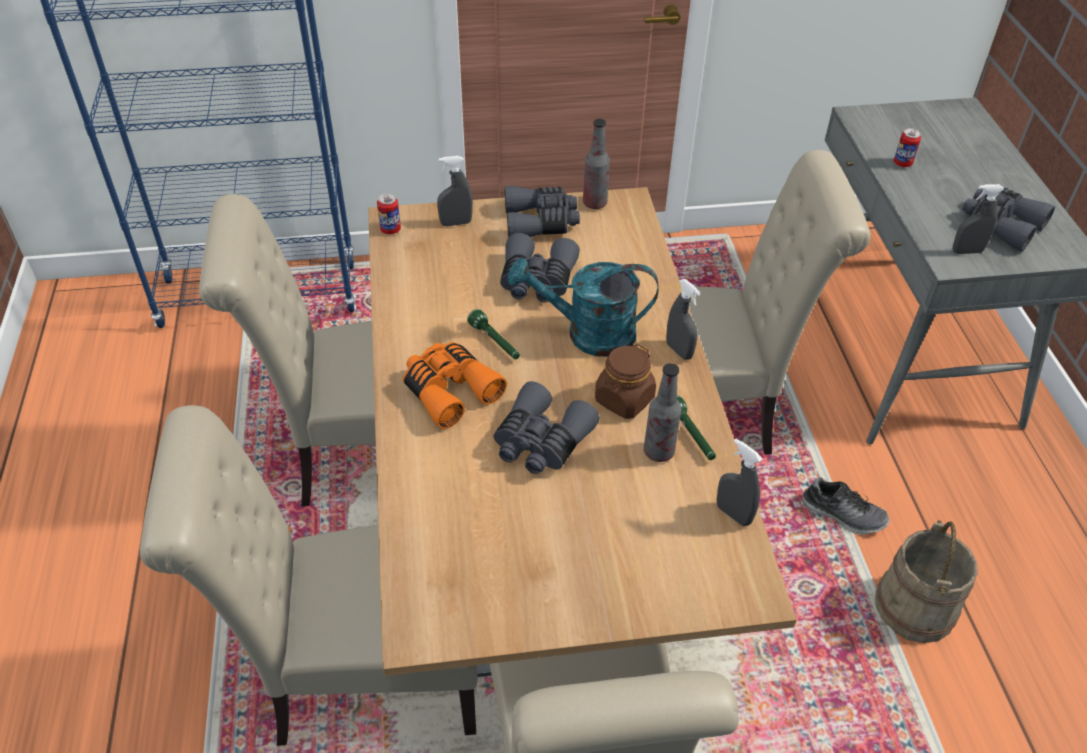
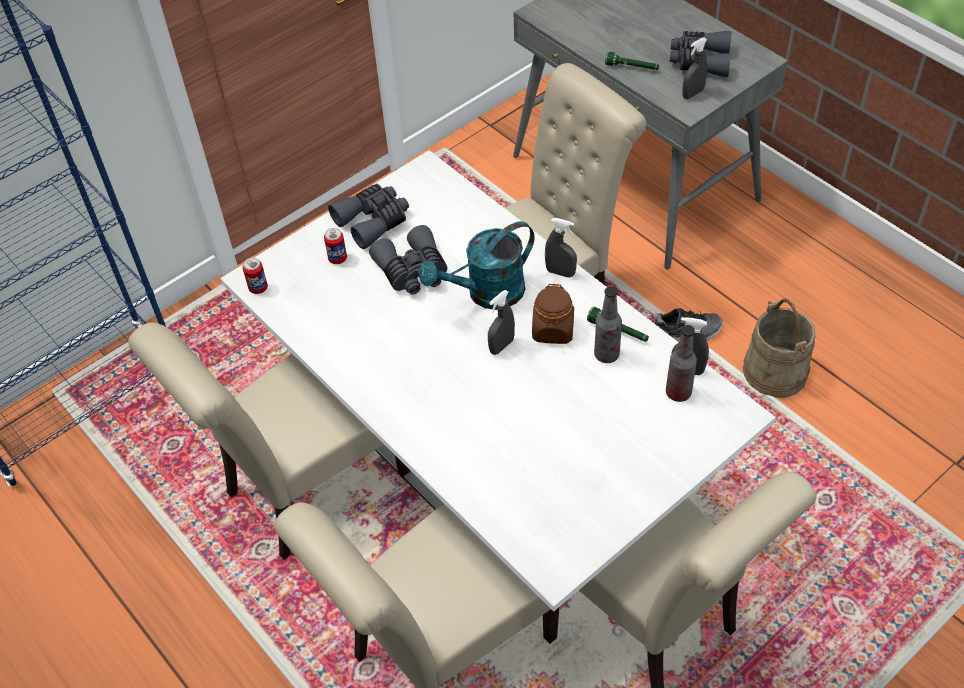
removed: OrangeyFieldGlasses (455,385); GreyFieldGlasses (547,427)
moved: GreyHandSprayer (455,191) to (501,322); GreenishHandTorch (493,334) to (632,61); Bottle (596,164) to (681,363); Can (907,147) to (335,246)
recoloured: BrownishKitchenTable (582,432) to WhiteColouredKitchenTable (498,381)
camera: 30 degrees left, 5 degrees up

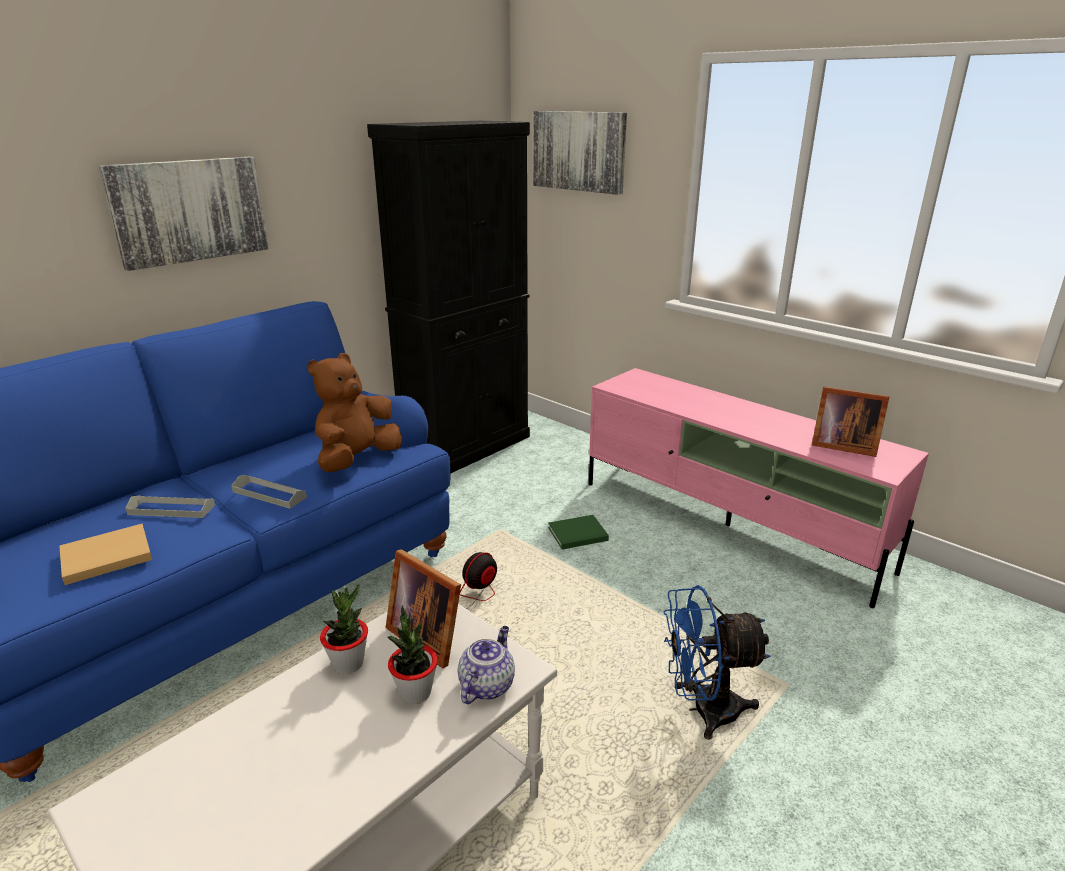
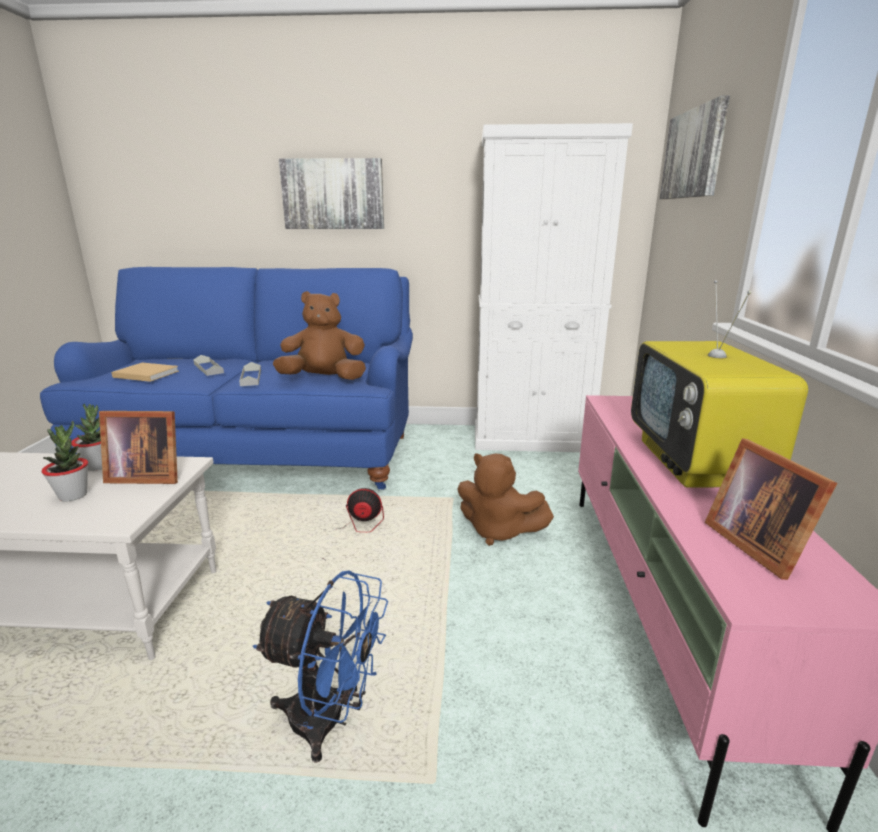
removed: TeaPot (486,665)
added: Tv (719,384)
replaced: GreenishVolume (578,532) to BrownishSoftToy (505,499)
recoloured: BlackishStorageCabinet (448,297) to WhiteColouredStorageCabinet (554,287)
turned: PhotoFrame (423,608) = (138,447) 90 degrees counterclockwise; BlueFan (717,662) = (320,667) 150 degrees clockwise
camera: 50 degrees right, 5 degrees down

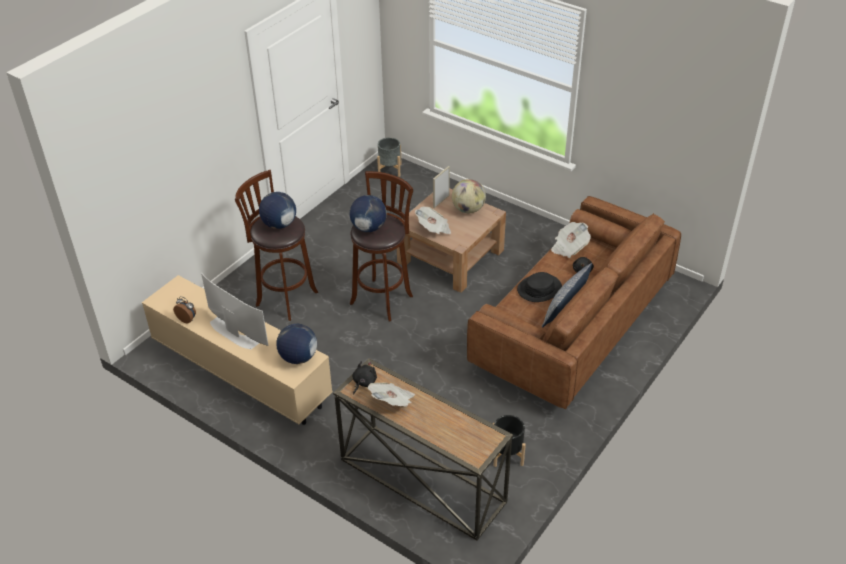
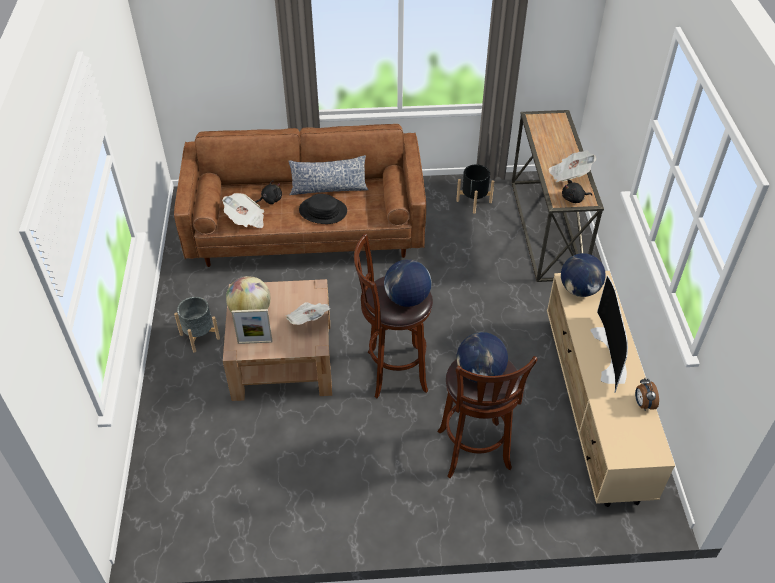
moved: GreyPlanter (389,157) to (197,325)
camera: 130 degrees left, 5 degrees up

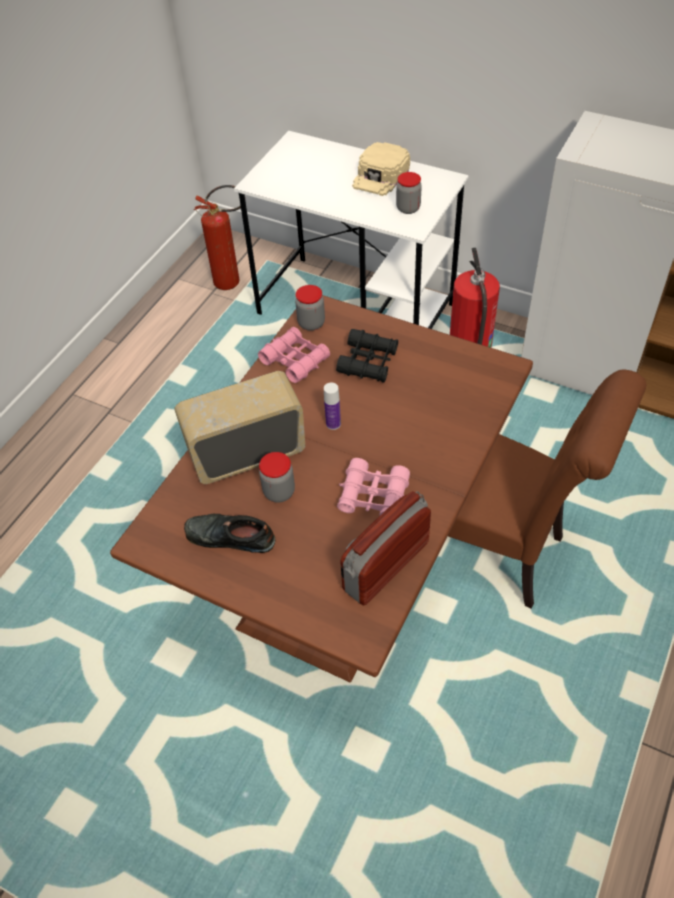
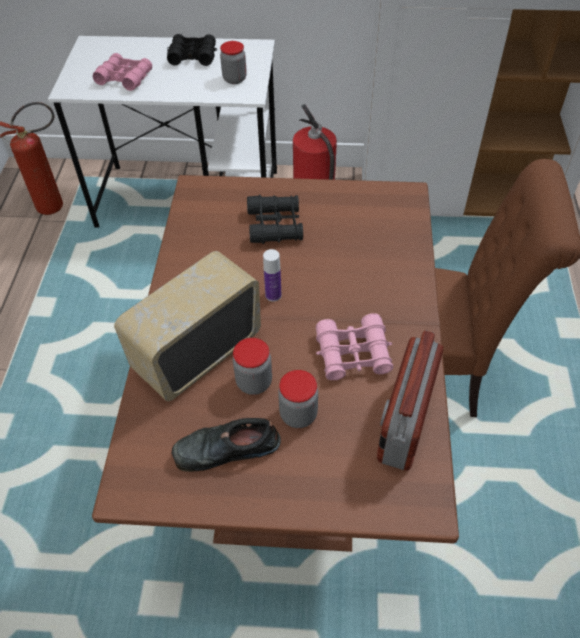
moved: PinkColouredFieldGlasses (294,355) to (122,72); Jar (310,308) to (298,399)
replaced: SandColouredBaseballCap (381,169) to BlackishFieldGlasses (192,50)
camera: 25 degrees left, 0 degrees up

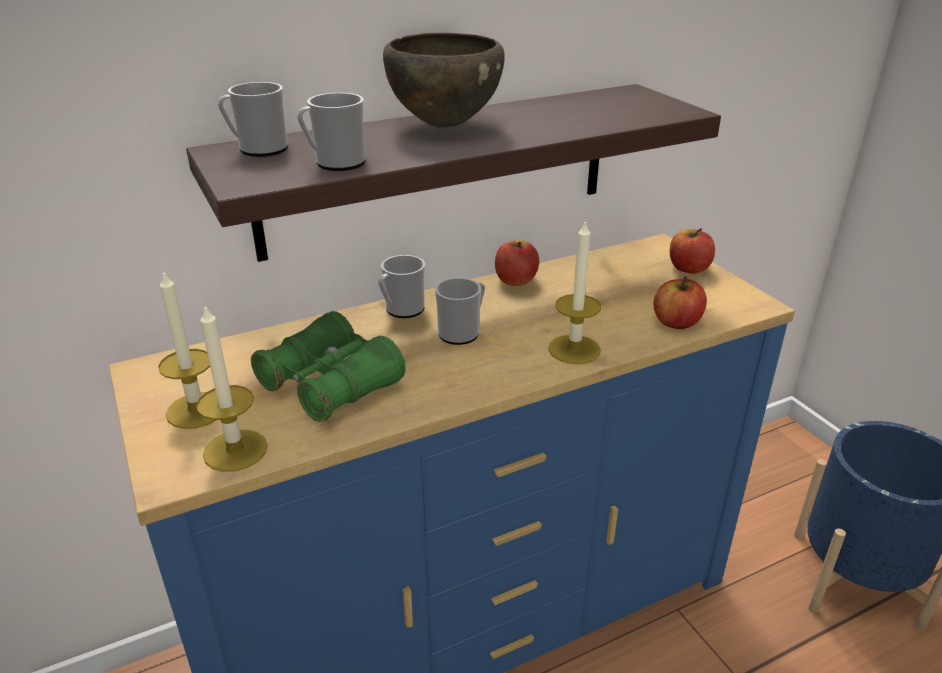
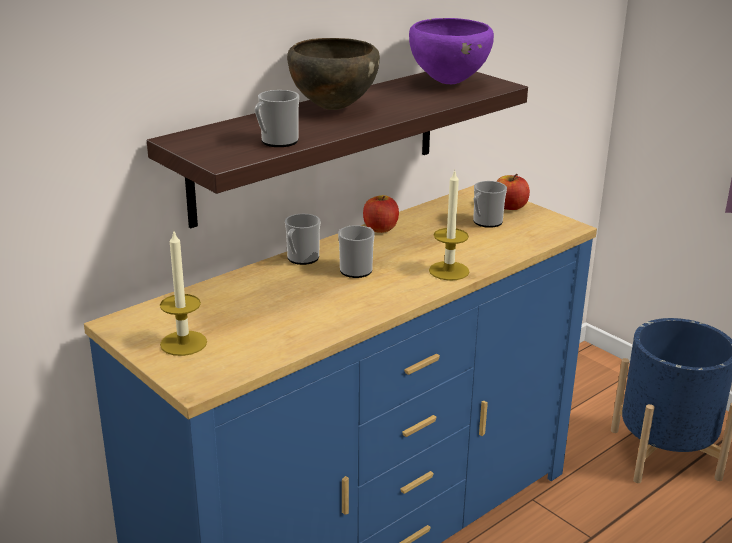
removed: WaxLight (232,389); GreenishFieldGlasses (328,366); AppleFruit (680,302)
added: PurpleColouredBowl (451,51)
moved: TeaMug (253,119) to (490,204)
camera: 15 degrees left, 5 degrees down

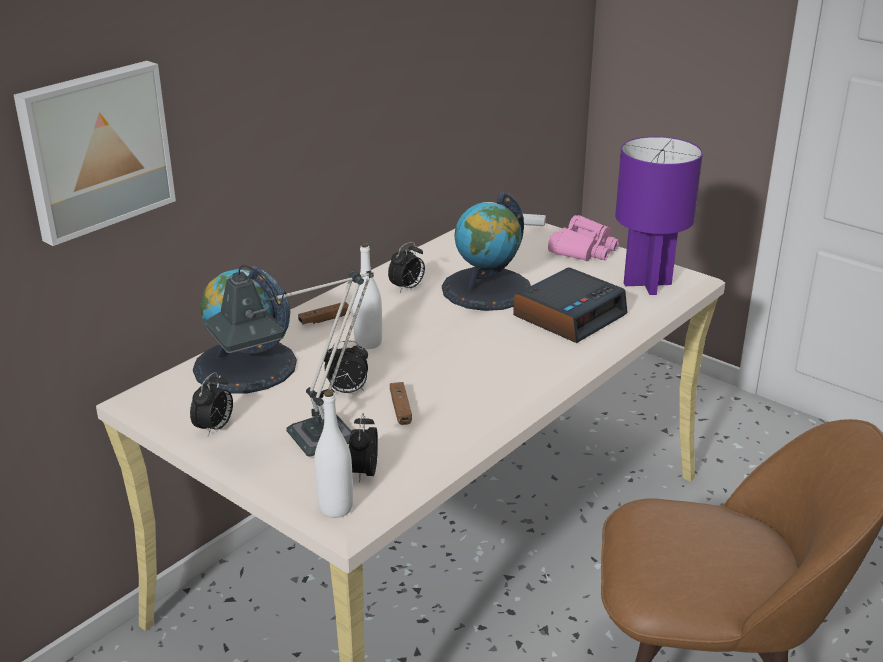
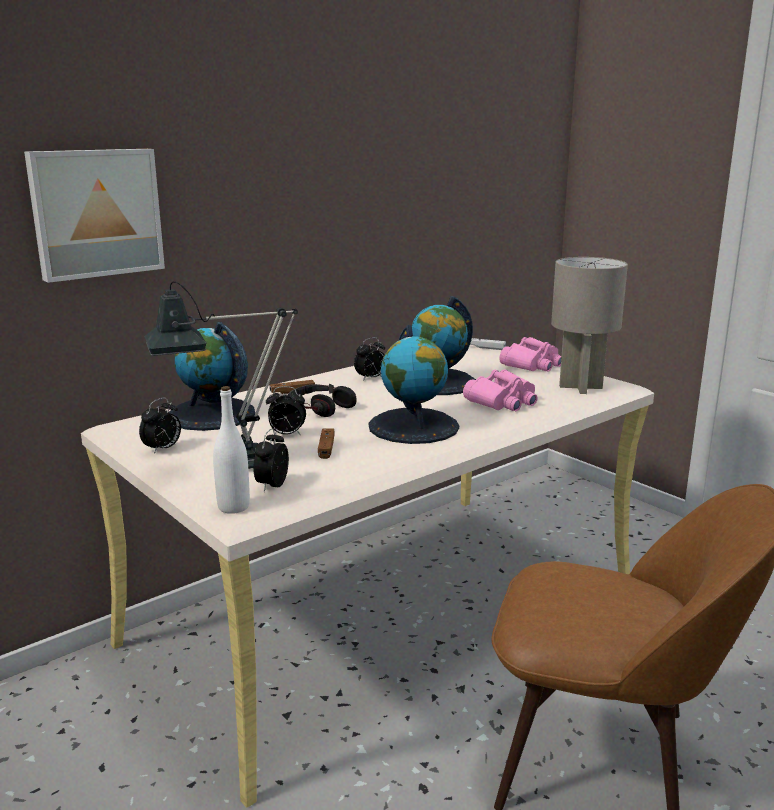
added: Globe (414,384)
replaced: WhiteColouredBottle (367,295) to PairOfHeadphones (322,400); AlarmClock (570,305) to PinkColouredFieldGlasses (500,390)
recoloured: PurpleColouredTableLamp (659,215) to GreyTableLamp (589,325)
camera: 10 degrees right, 10 degrees down

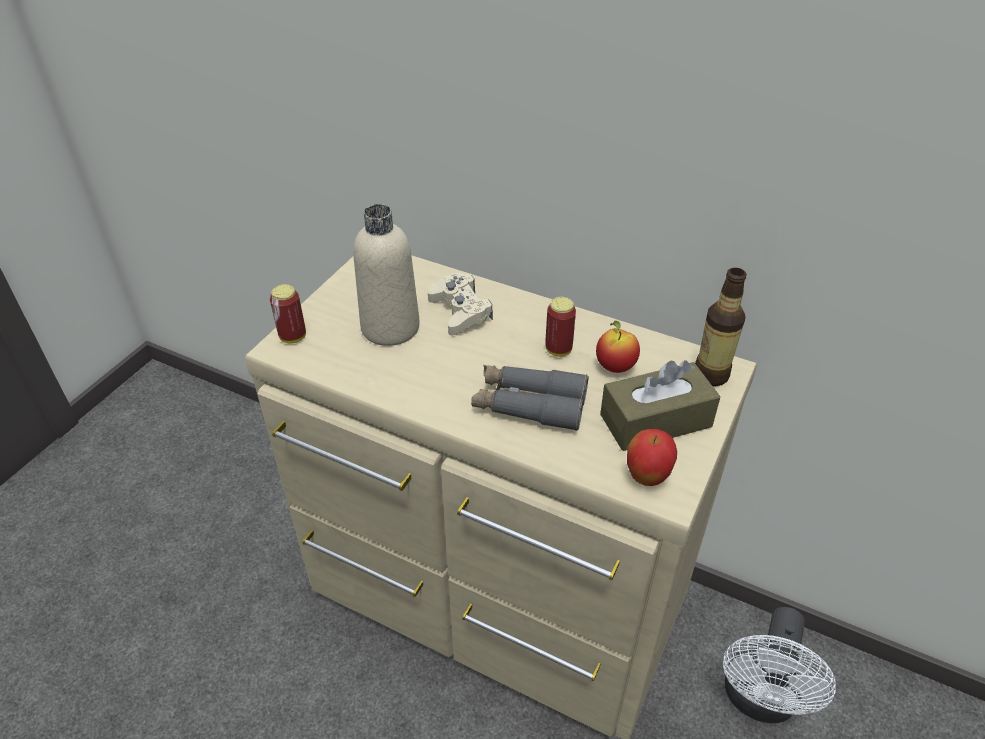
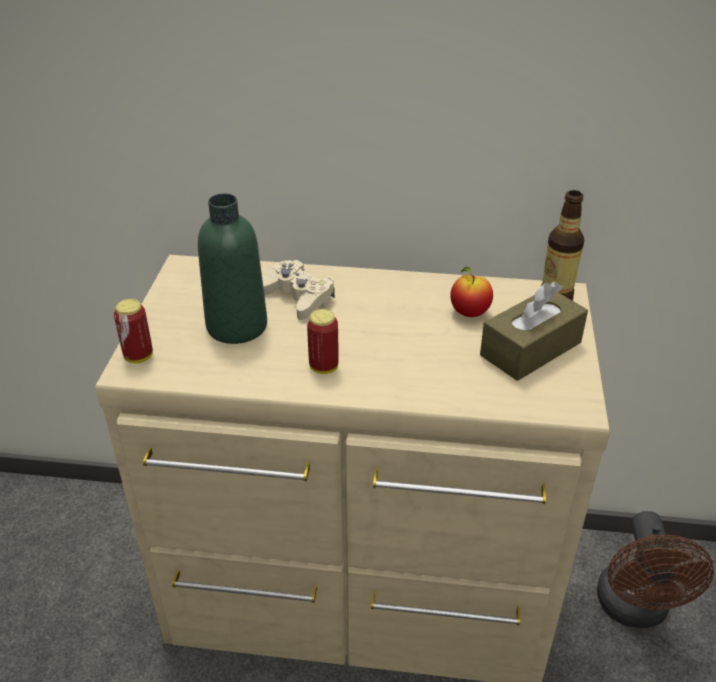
removed: GreyFieldGlasses (529,398); AppleFruit (652,457)
moved: Can (560,327) to (323,341)
recoloured: SandColouredBottle (386,275) to GreenishBottle (232,268); WhiteColouredFan (779,665) to BrownishFan (655,569)
camera: 20 degrees left, 5 degrees down

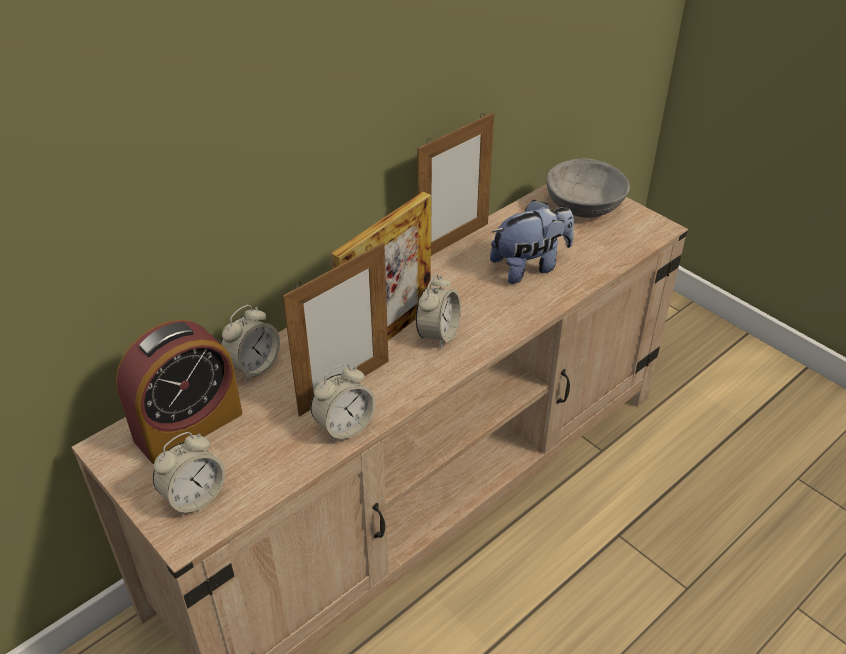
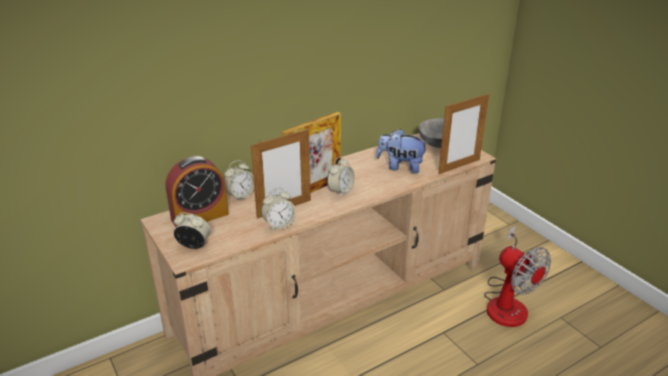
added: Fan (517,276)
moved: PhotoFrame (456,184) to (463,133)
turned: AlarmClock (189,474) = (192,230) 135 degrees counterclockwise; SoftToy (532,242) = (402,151) 150 degrees counterclockwise
camera: 10 degrees right, 10 degrees down

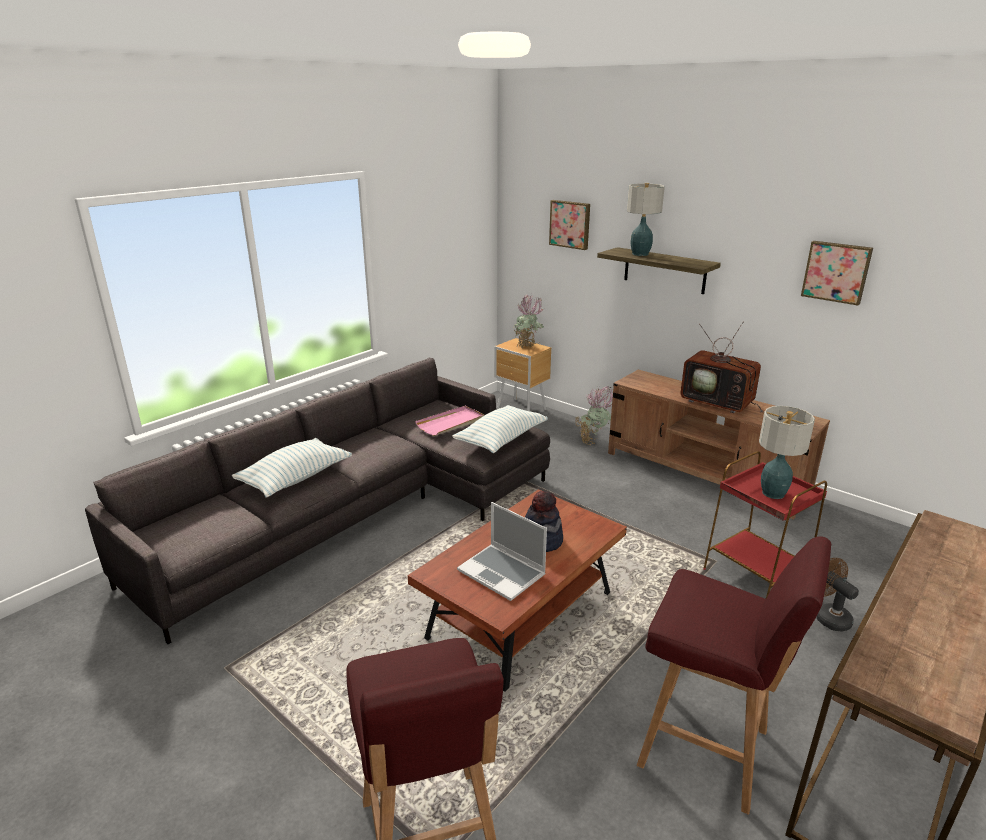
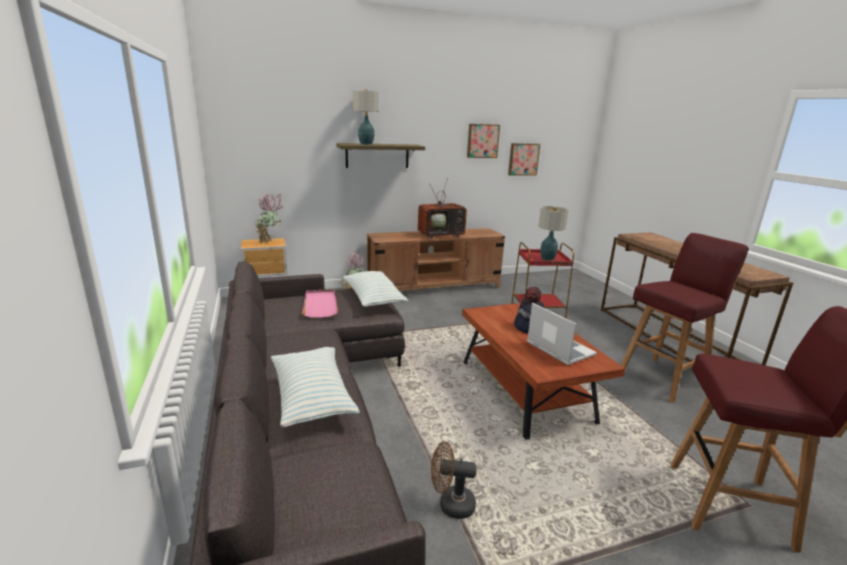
moved: WallArt (569,225) to (524,159); BrownishFan (837,595) to (454,480)
turned: PortableComputer (502,551) = (562,334) 105 degrees counterclockwise
camera: 60 degrees left, 5 degrees down

